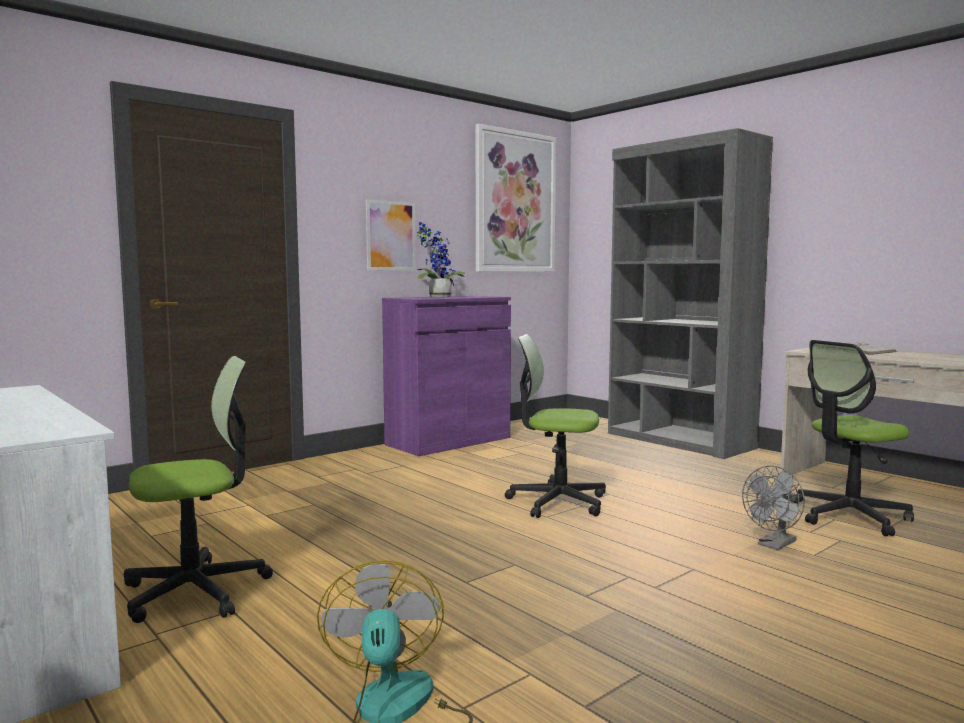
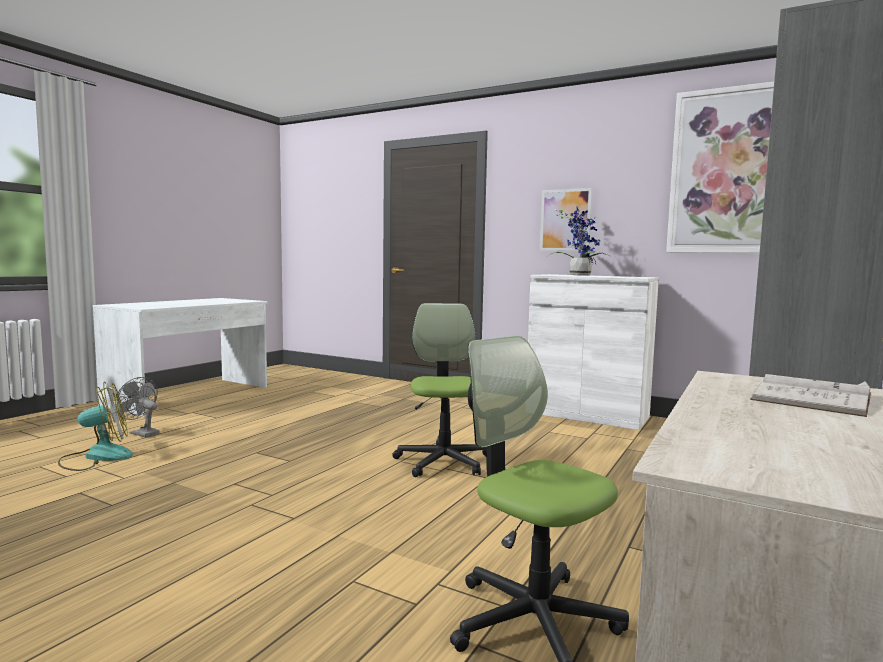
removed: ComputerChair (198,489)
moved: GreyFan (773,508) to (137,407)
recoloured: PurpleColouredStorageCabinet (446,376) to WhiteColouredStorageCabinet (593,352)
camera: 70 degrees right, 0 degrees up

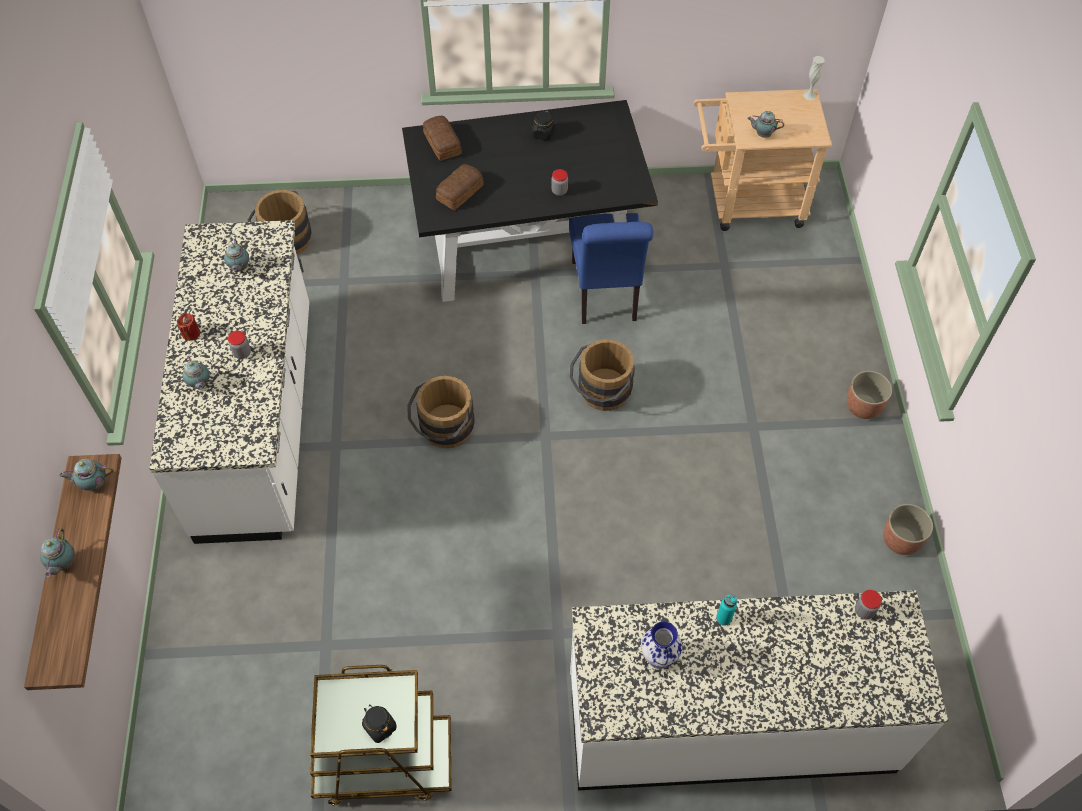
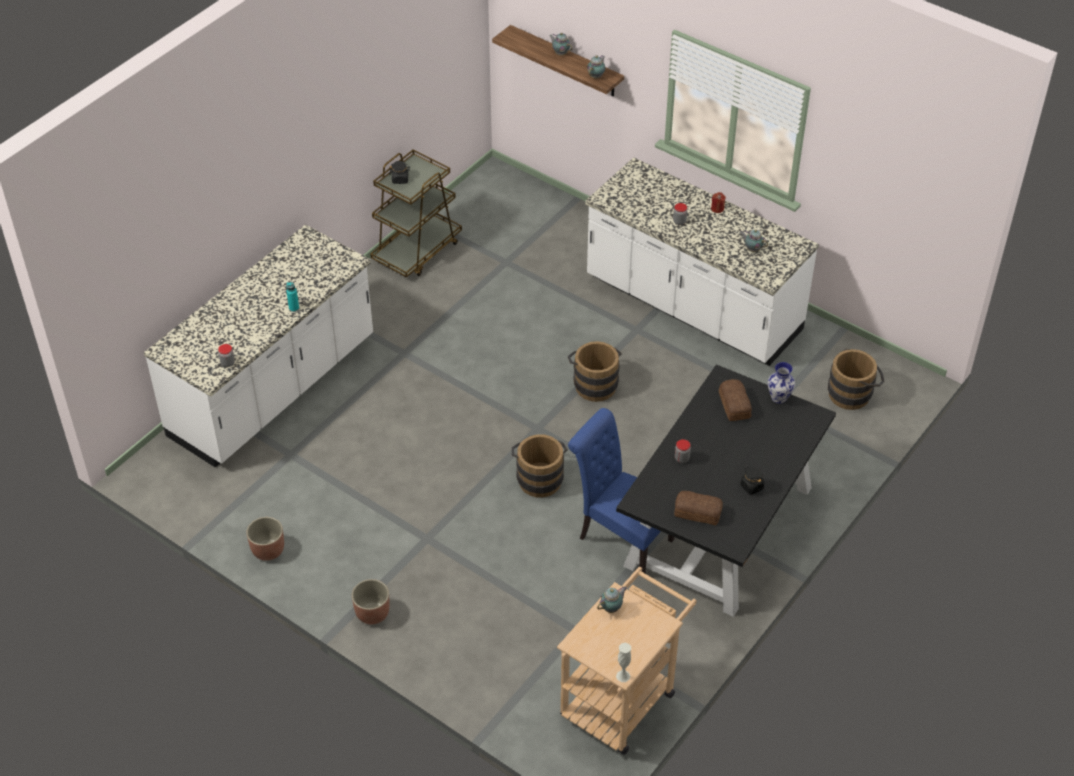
removed: TeaPot (196,373)
moved: Bread (442,138) to (698,508); DecorativeVase (661,645) to (781,383)
camera: 130 degrees right, 10 degrees down

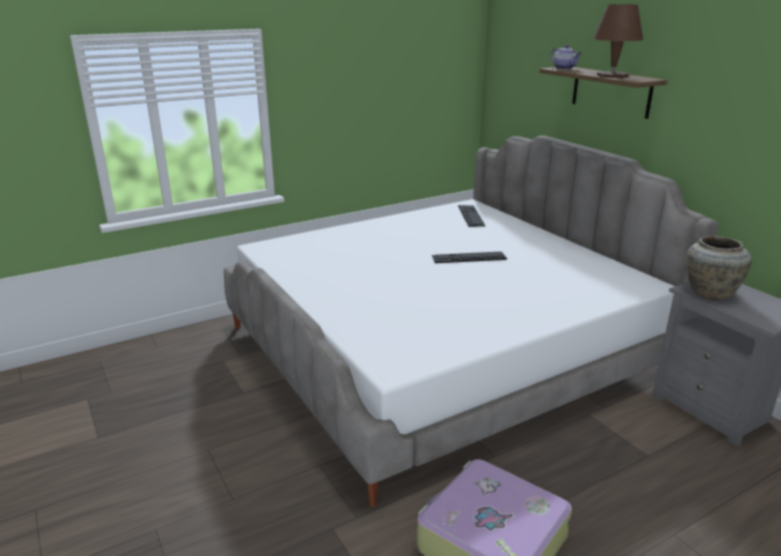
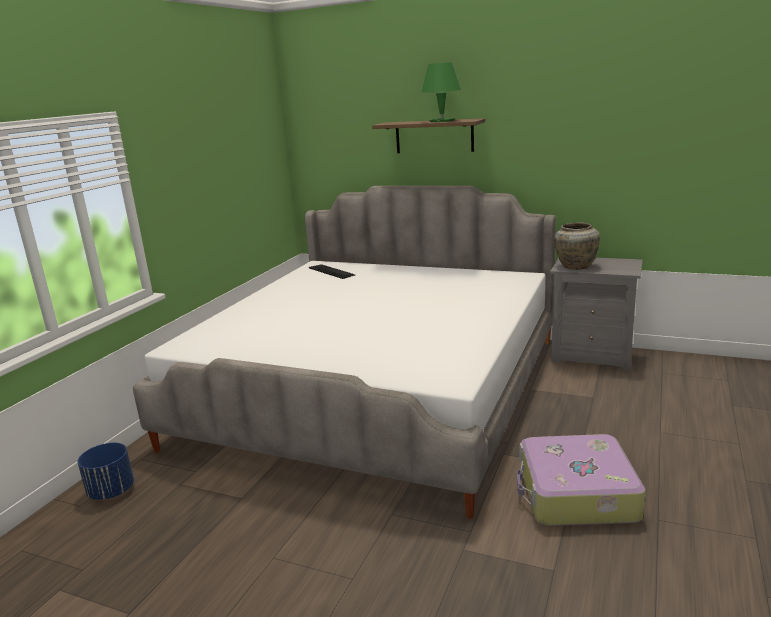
removed: PcKeyboard (469,257); TeaPot (566,57)
added: BluePlanter (106,471)
recoloured: BrownishTableLamp (618,41) to GreenishTableLamp (441,92)
camera: 35 degrees left, 5 degrees down

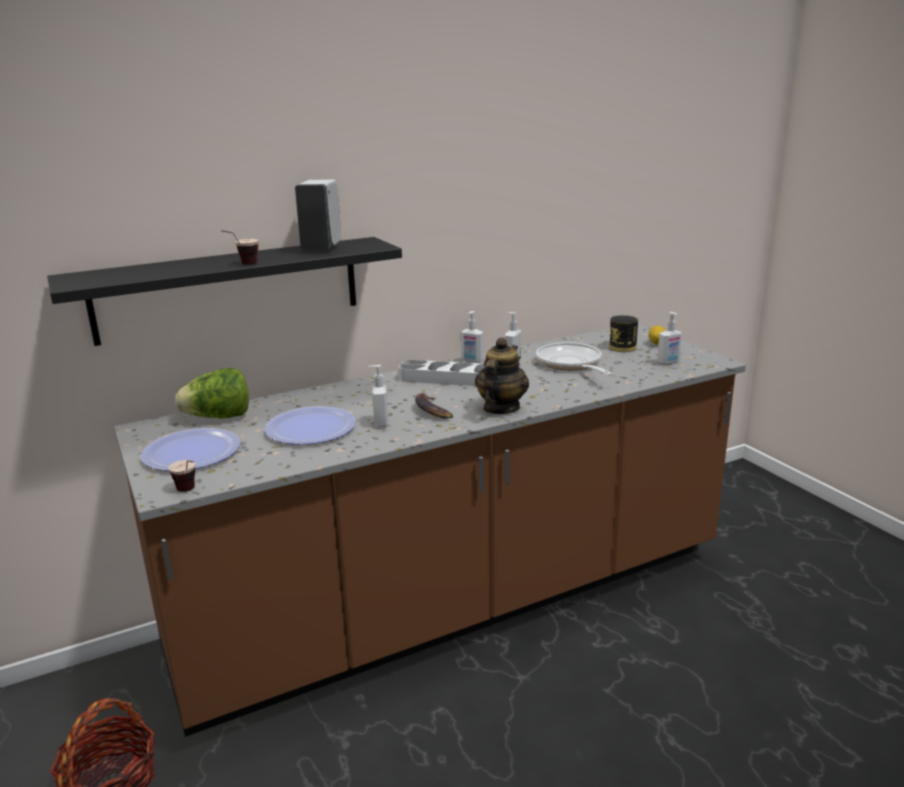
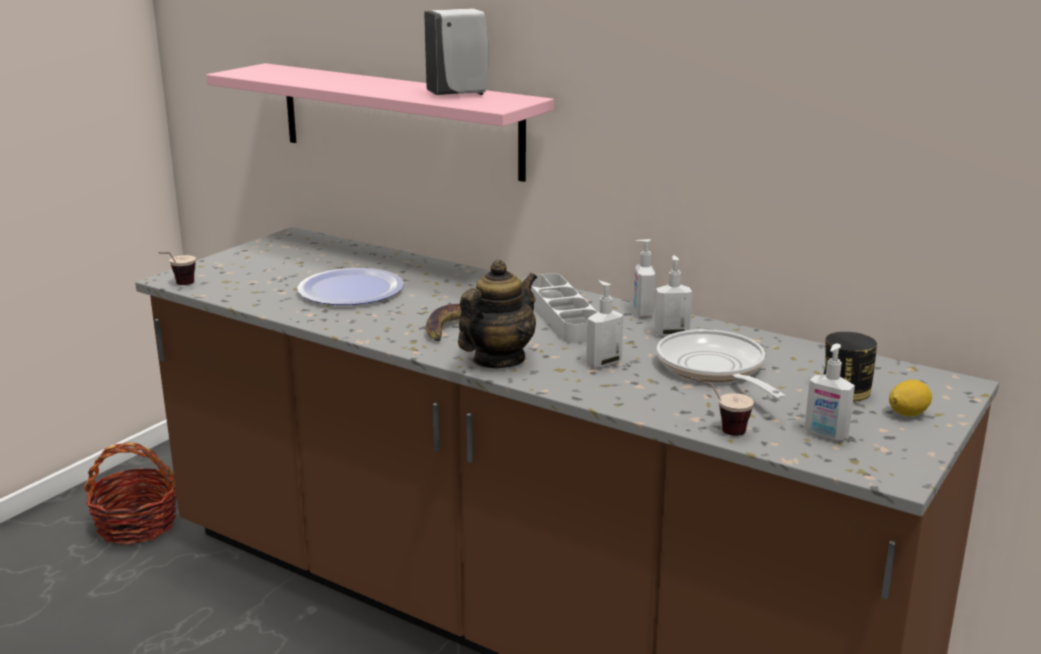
removed: FlatDish (190,449); LettuceHead (212,393)
moved: Cup (240,247) to (722,406); SoapDispenser (378,396) to (604,324)
recoloured: BlackishWallShelf (224,291) to PinkColouredWallShelf (380,122)
turned: TeaPot (502,375) = (497,314) 45 degrees counterclockwise; FryingPan (574,359) = (721,364) 60 degrees counterclockwise
camera: 60 degrees right, 0 degrees up

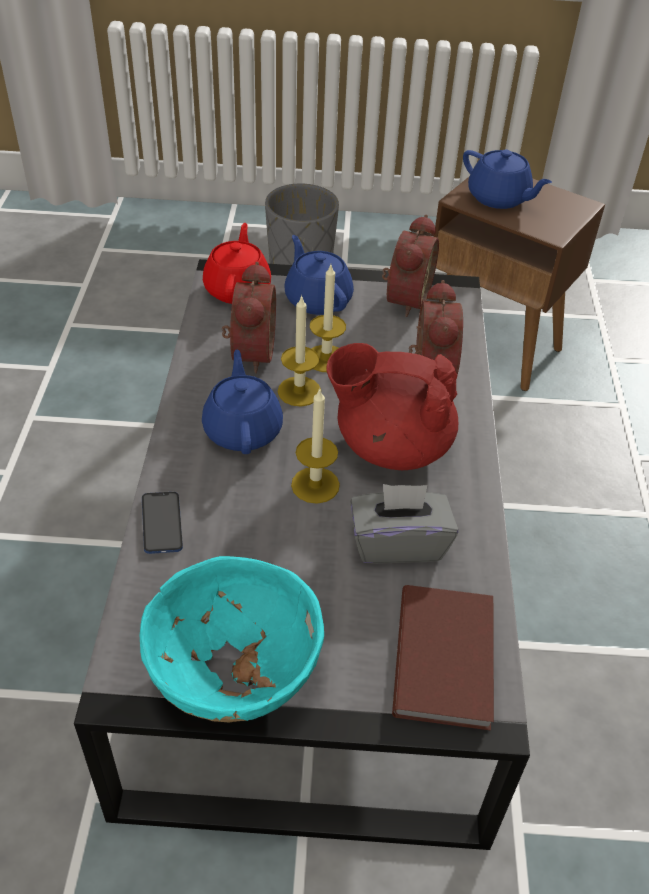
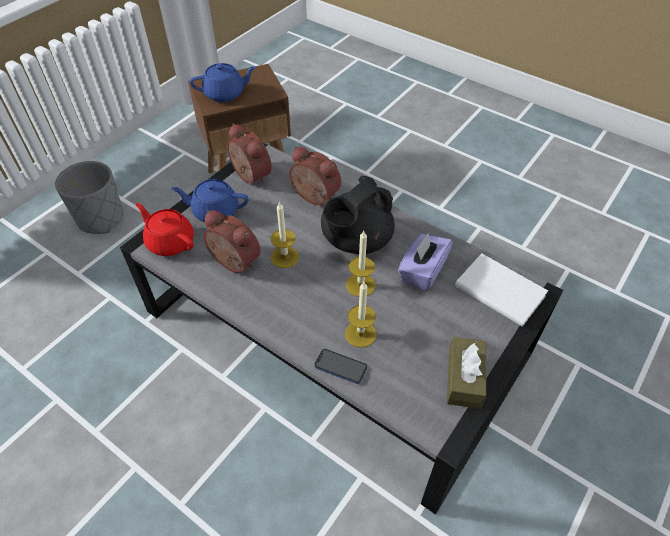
removed: BlueTeaPot (242,401)
moved: WaxLight (328,318) to (361,315)
replaced: BlueGreenBowl (232,639) to BrownishTissueBox (466,373)
recoloured: RedTeaPot (392,406) to BlackishTeaPot (358,215); GreyTissueBox (404,524) to PurpleColouredTissueBox (425,262); BrownishVolume (443,658) to WhiteColouredVolume (501,290)
camera: 55 degrees left, 5 degrees up

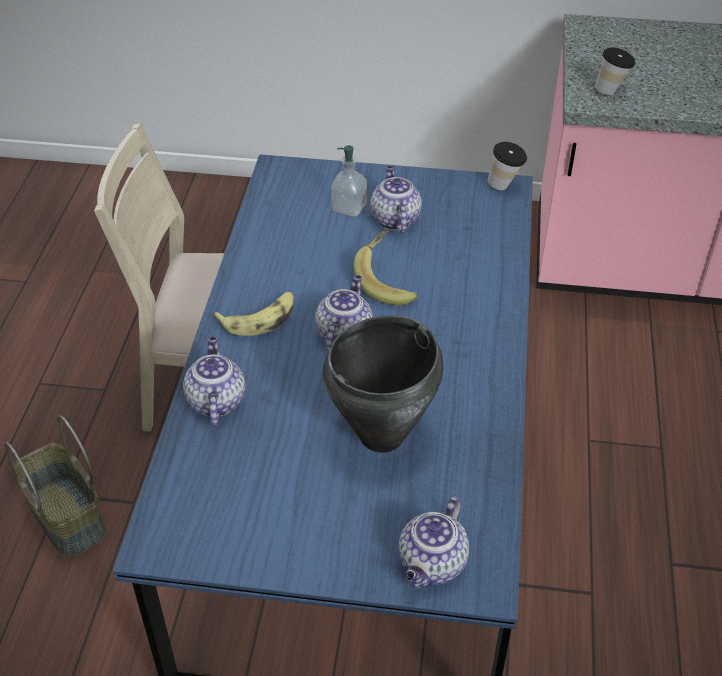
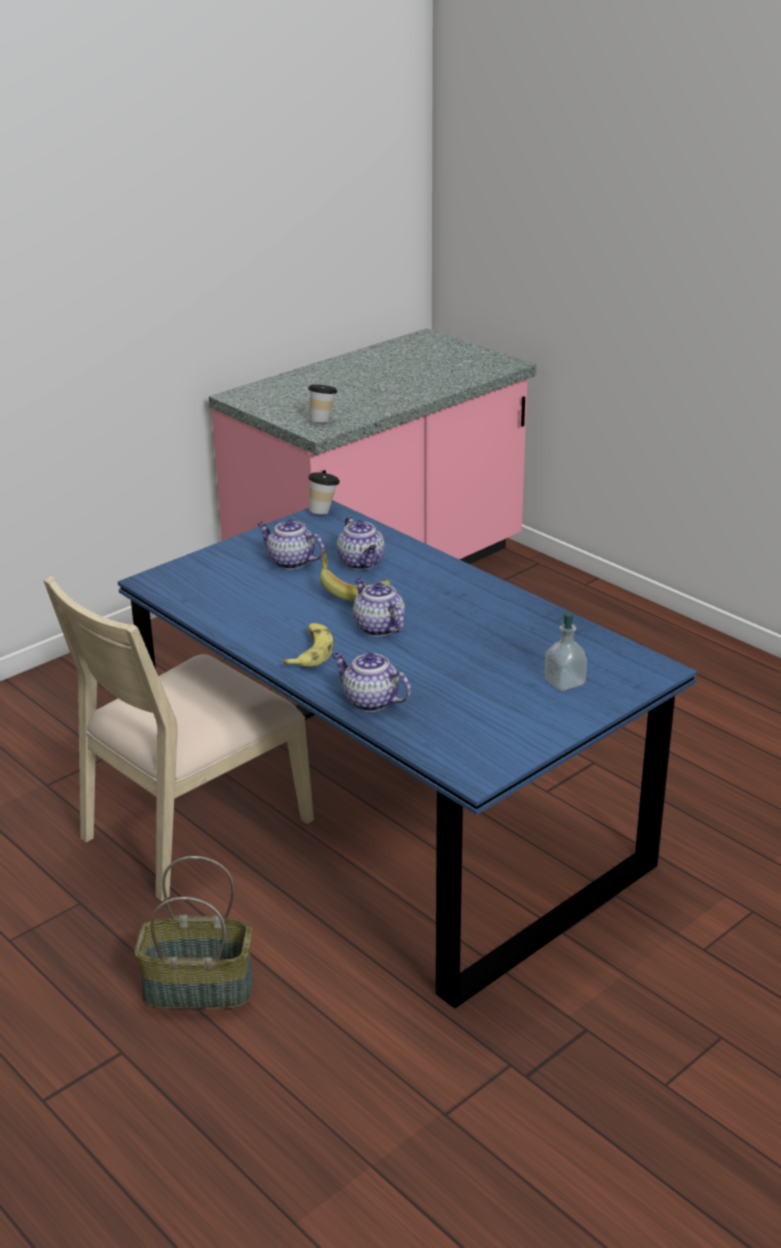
removed: BlackishStockpot (383,384)
moved: SoapDispenser (349,181) to (566,651); TeaPot (434,542) to (361,543)
camera: 50 degrees left, 15 degrees down

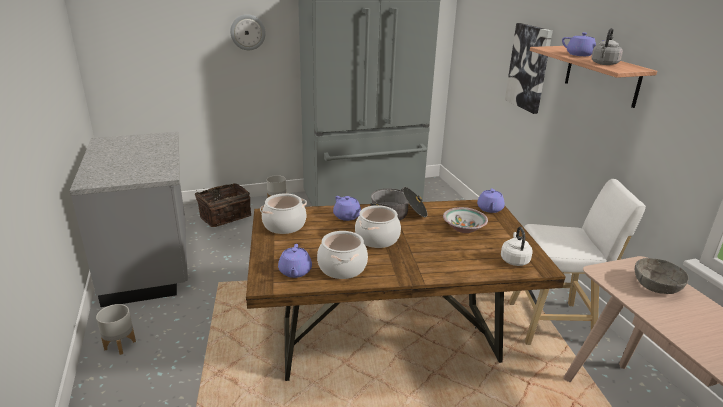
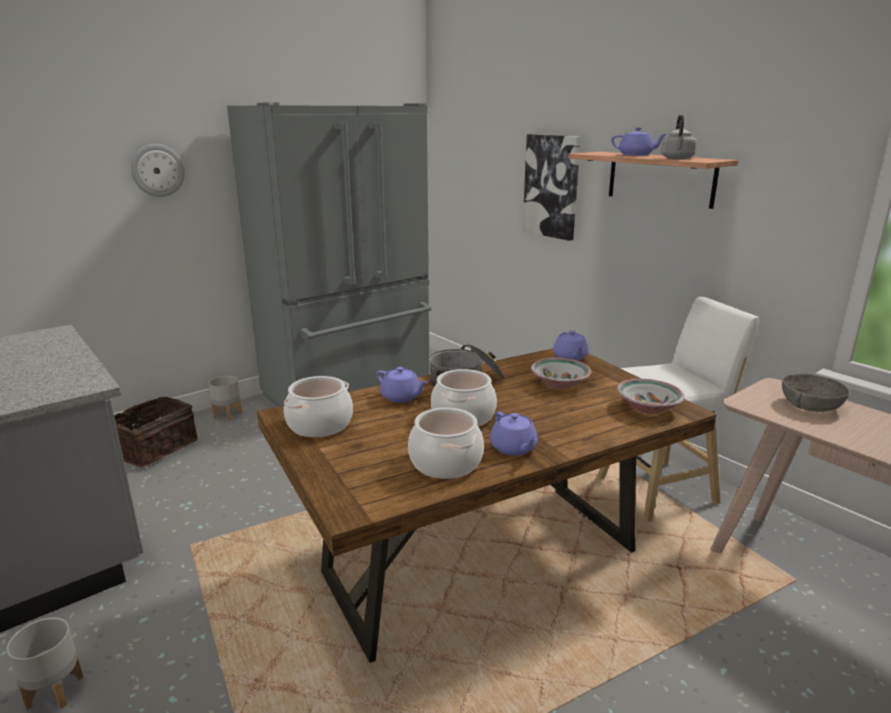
moved: PurpleColouredTeaPot (295,261) to (514,433)
replaced: WhiteColouredKettle (517,246) to Bowl (651,396)
camera: 20 degrees left, 5 degrees down

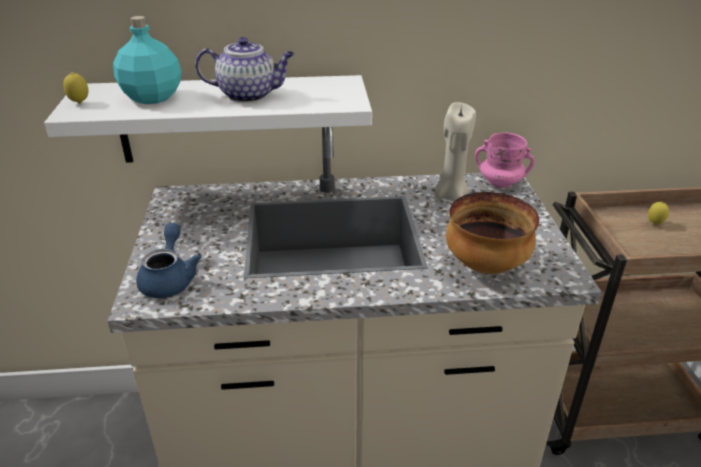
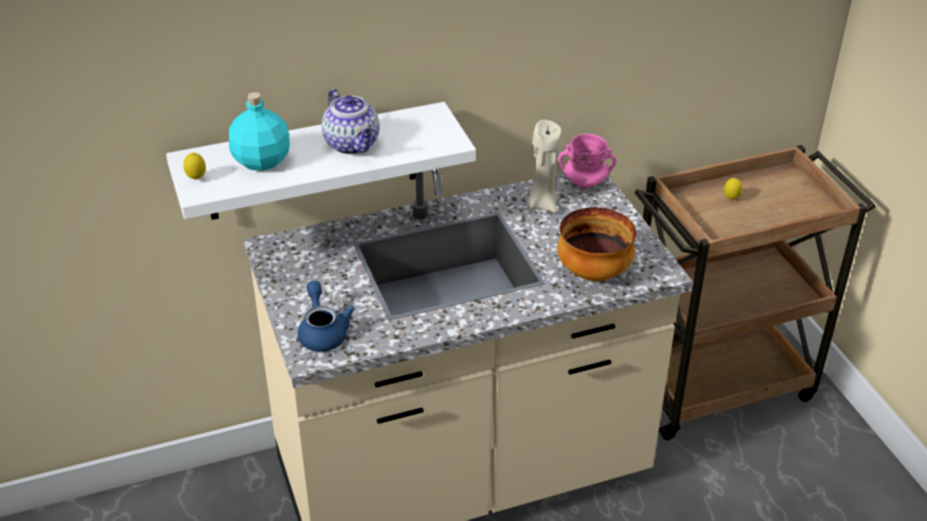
turned: TeaPot (245,70) = (351,121) 75 degrees clockwise
camera: 15 degrees left, 5 degrees up

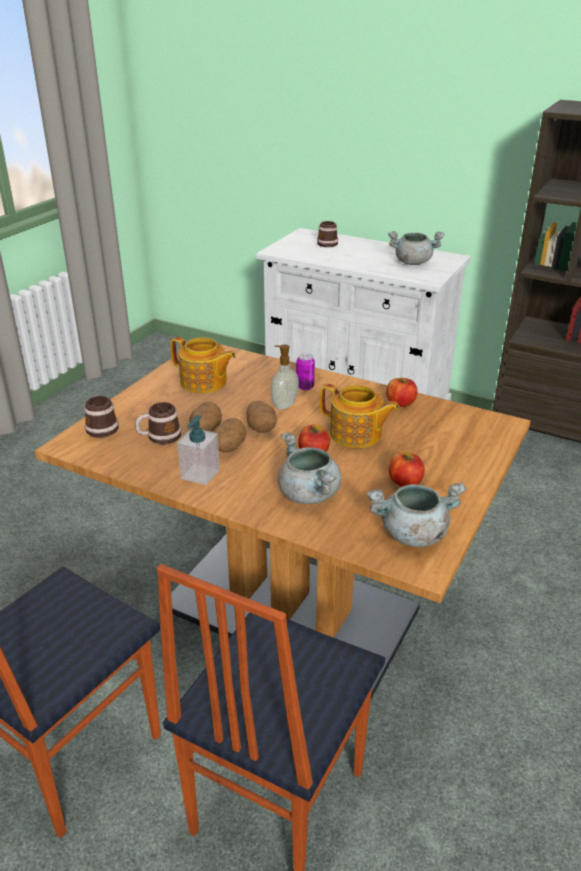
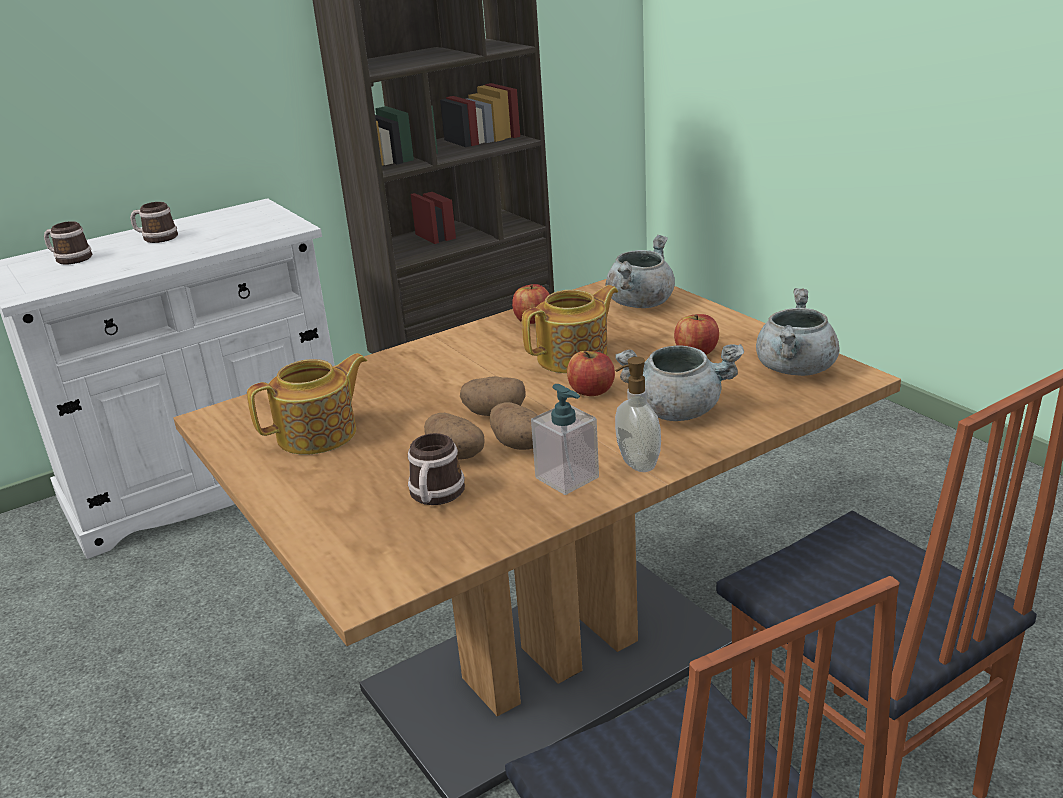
removed: Can (305,371)
moved: TeaMug (101,416) to (154,222); SoapDispenser (285,377) to (638,414); GreyStockpot (416,248) to (640,271)
camera: 60 degrees left, 5 degrees down

